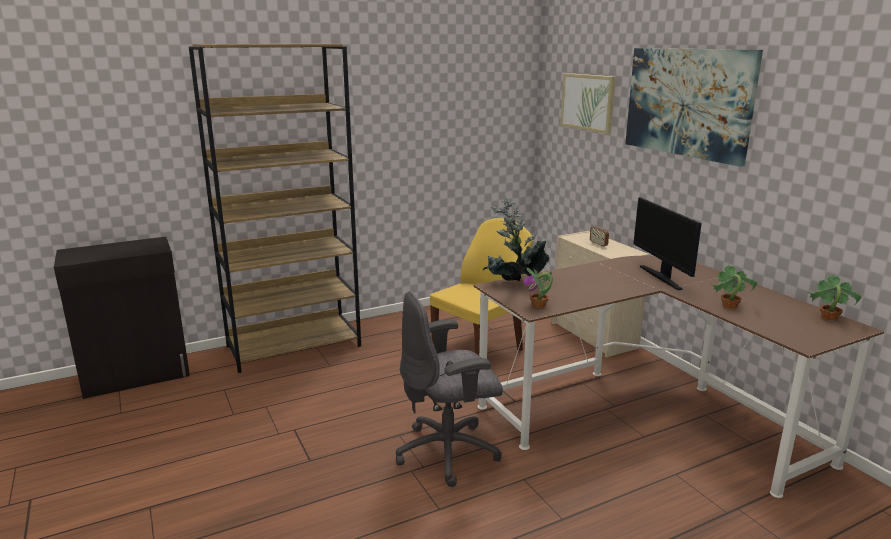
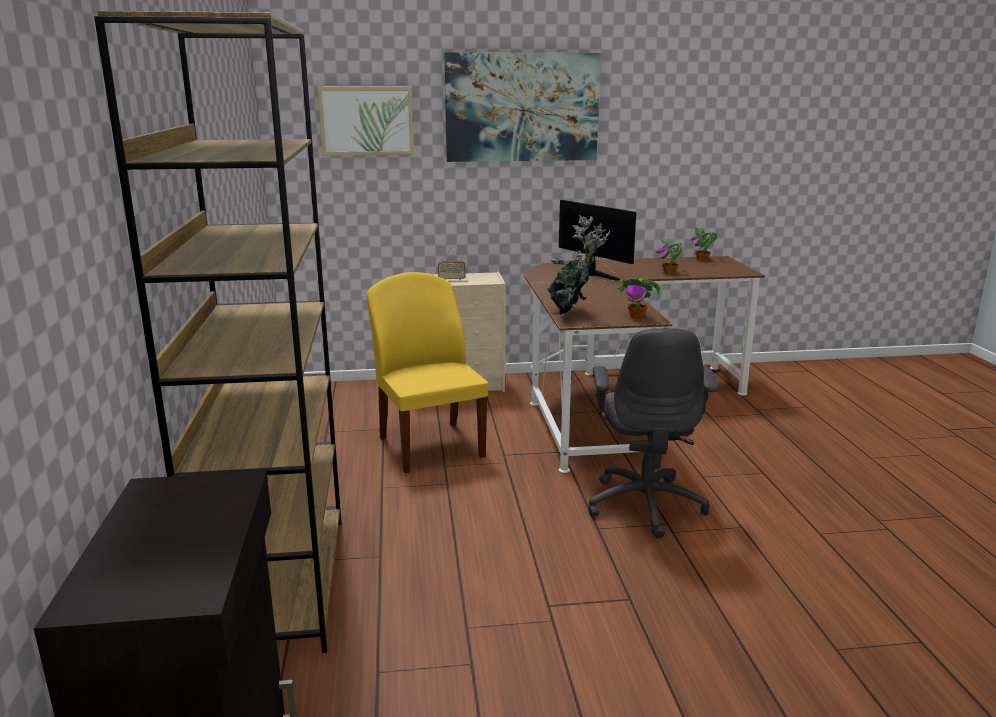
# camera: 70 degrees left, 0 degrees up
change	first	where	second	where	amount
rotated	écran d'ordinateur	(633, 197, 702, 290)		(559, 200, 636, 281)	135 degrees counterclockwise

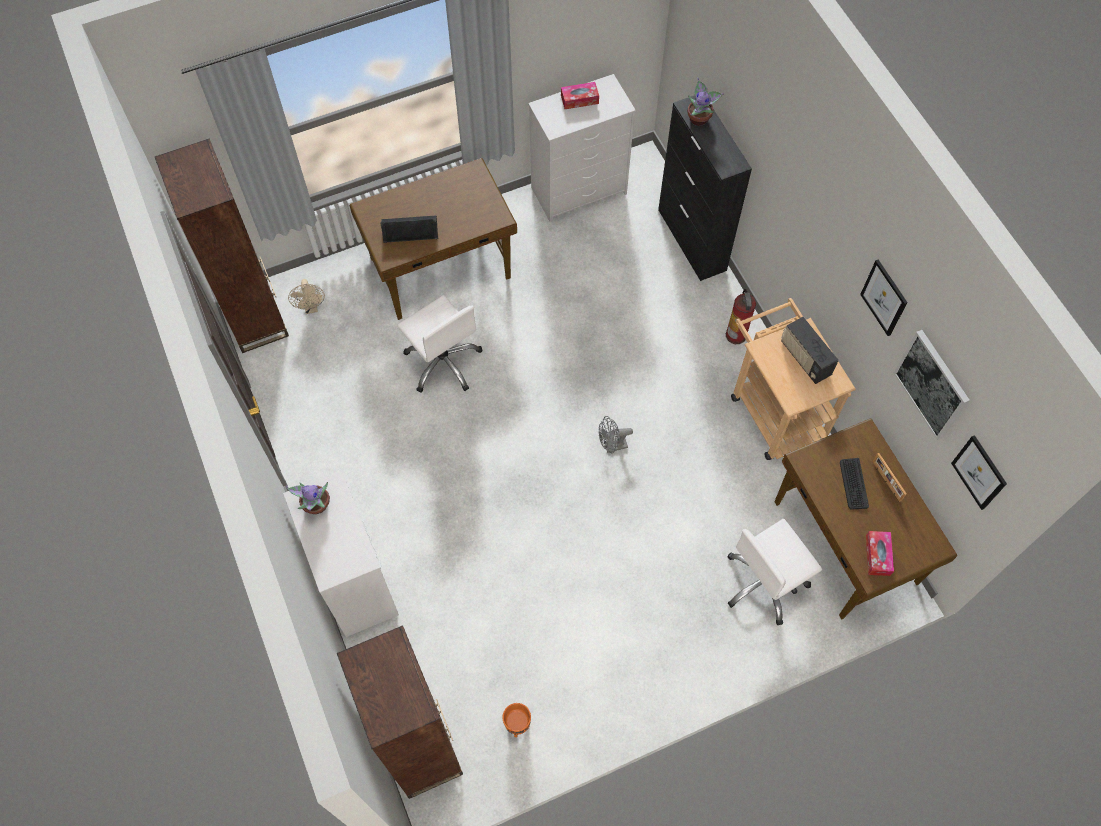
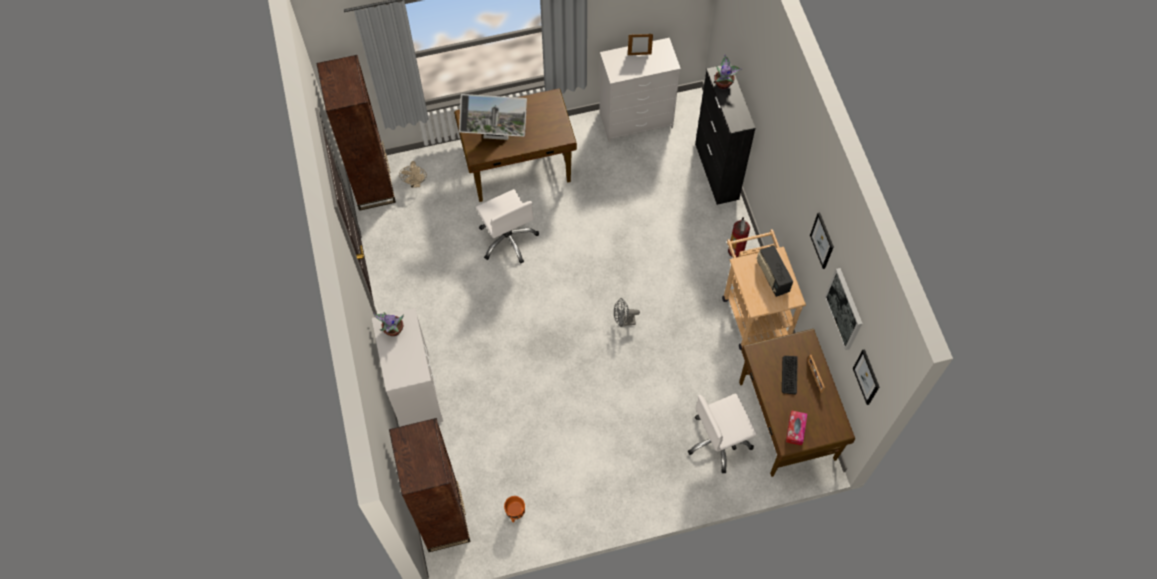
# camera: 10 degrees right, 0 degrees up
change	first	where	second	where	amount
swapped	boîte à mouchoirs	(561, 82, 599, 109)	cadre photo	(628, 34, 653, 55)	
swapped	enceinte [noir]	(380, 215, 438, 243)	écran d'ordinateur	(459, 94, 527, 140)	

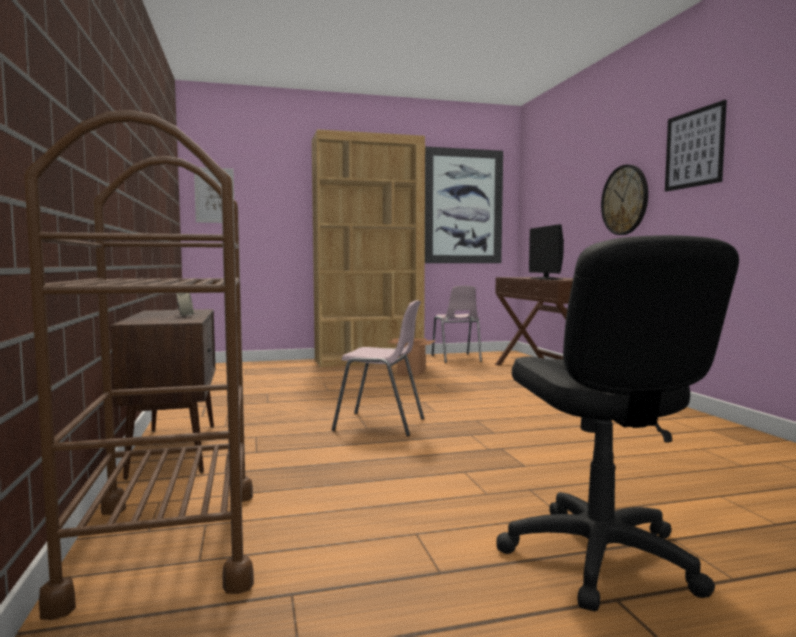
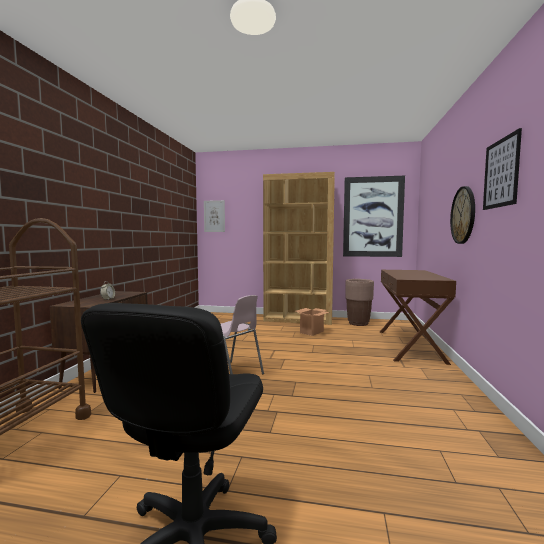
# camera: 25 degrees right, 0 degrees up
change	first	where	second	where	amount
gone	écran d'ordinateur	(529, 224, 564, 280)			
swapped	chaise [rose]	(432, 286, 482, 363)	cache-pot [marron]	(345, 279, 374, 326)	

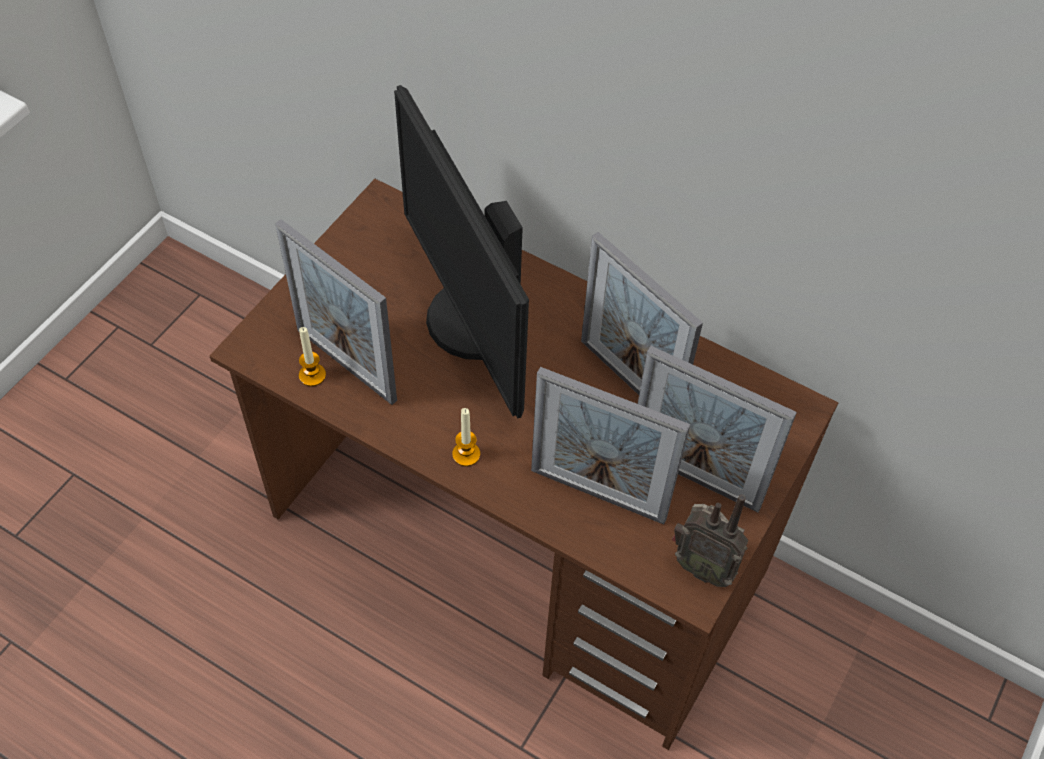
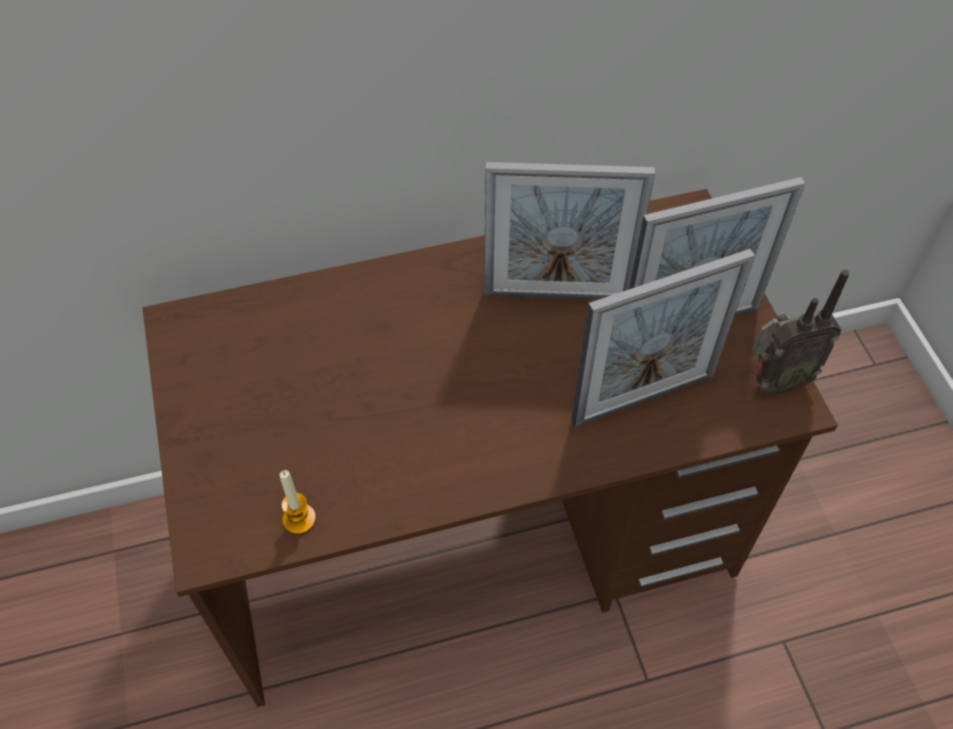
# camera: 45 degrees left, 0 degrees up
change	first	where	second	where	amount
gone	écran d'ordinateur	(394, 85, 529, 418)			
gone	cadre photo	(275, 219, 397, 405)			
gone	bougie	(452, 408, 480, 466)			

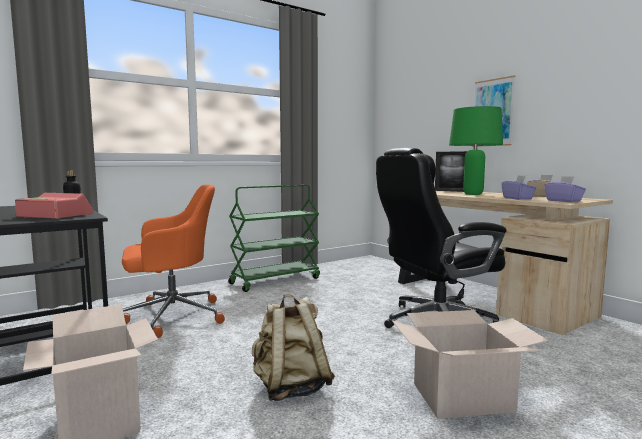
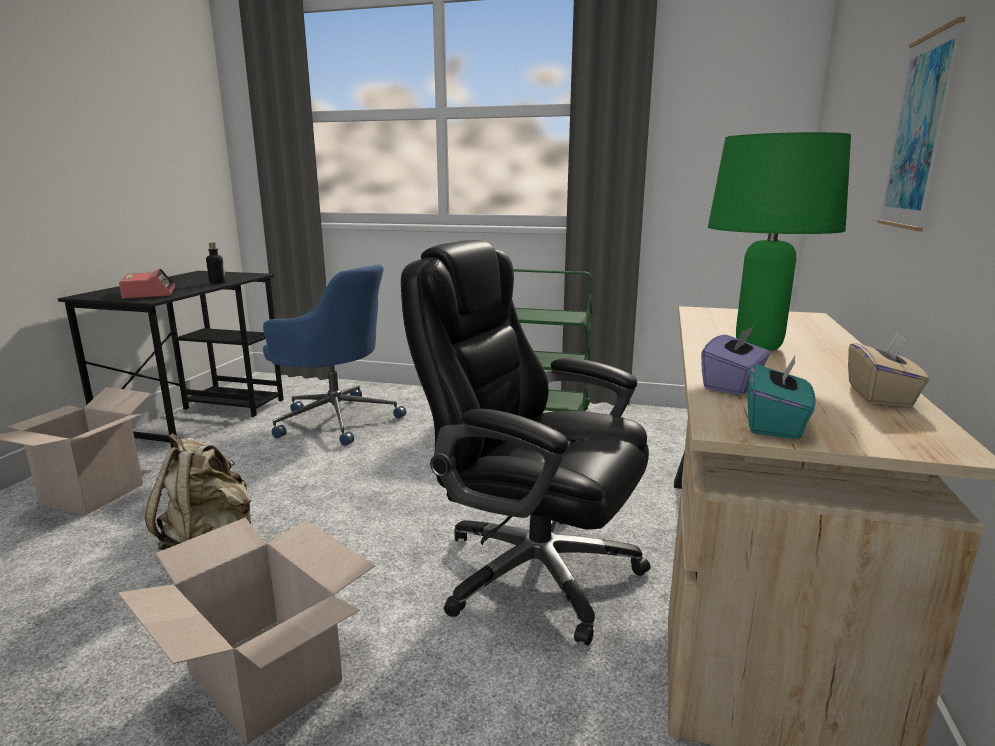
# camera: 50 degrees right, 10 degrees up
change	first	where	second	where	amount
gone	cadre photo	(435, 151, 467, 192)			
repainted	boîte à mouchoirs [violet]	(544, 176, 586, 202)	boîte à mouchoirs [turquoise]	(748, 354, 816, 439)	
repainted	chaise de bureau [orange]	(122, 184, 225, 338)	chaise de bureau [bleu]	(263, 264, 406, 446)	

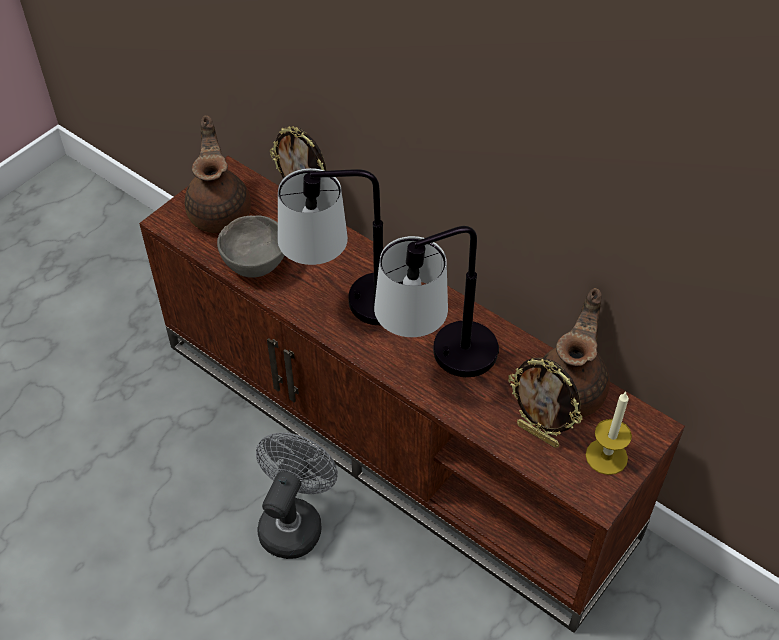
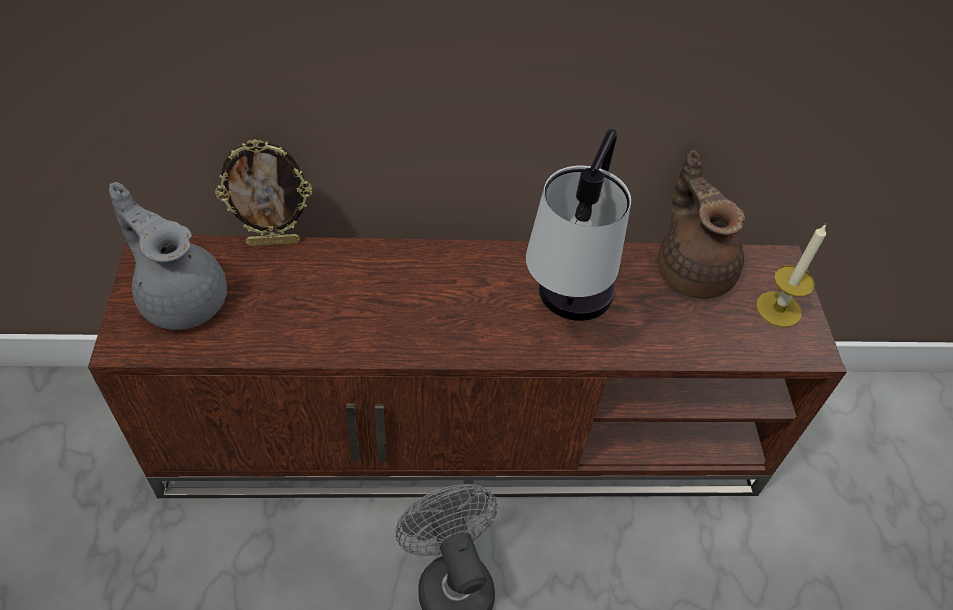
# camera: 45 degrees left, 0 degrees up
change	first	where	second	where	amount
repainted	théière [marron]	(185, 116, 251, 233)	théière [gris]	(109, 182, 227, 330)	
gone	lampe de table	(278, 168, 403, 325)			
gone	bol [gris]	(217, 215, 285, 278)			
gone	cadre photo	(508, 358, 582, 448)			

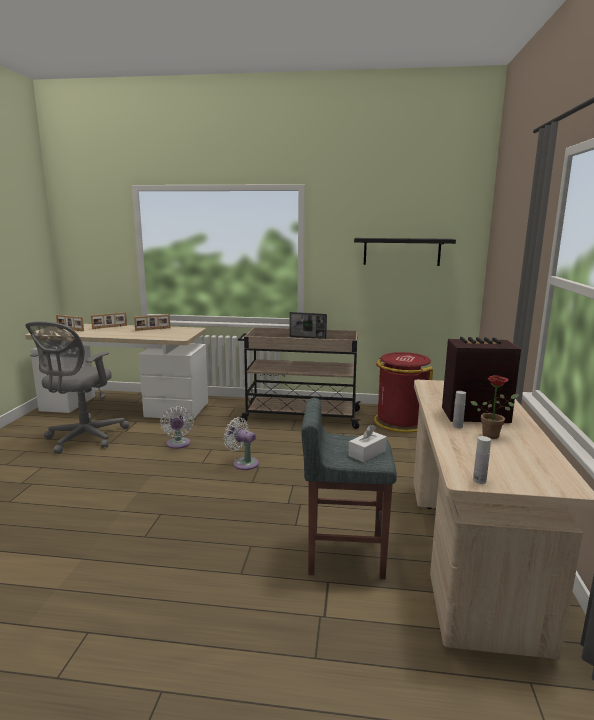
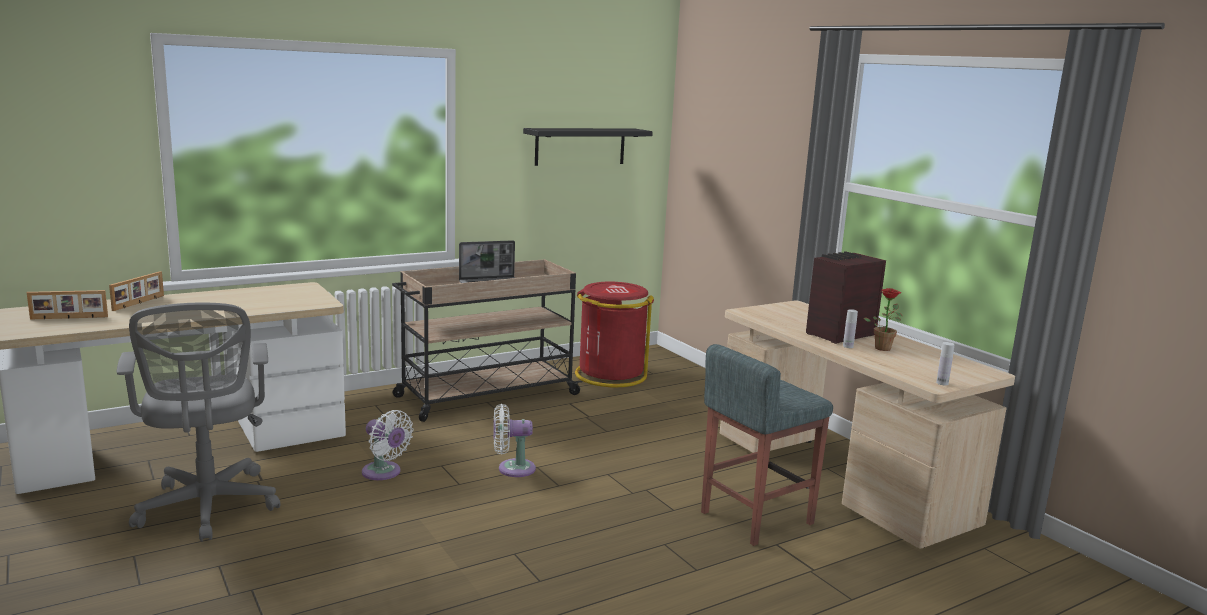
# camera: 40 degrees left, 0 degrees up
change	first	where	second	where	amount
gone	cadre photo	(134, 315, 170, 331)			
gone	boîte à mouchoirs [blanc]	(348, 425, 387, 462)			

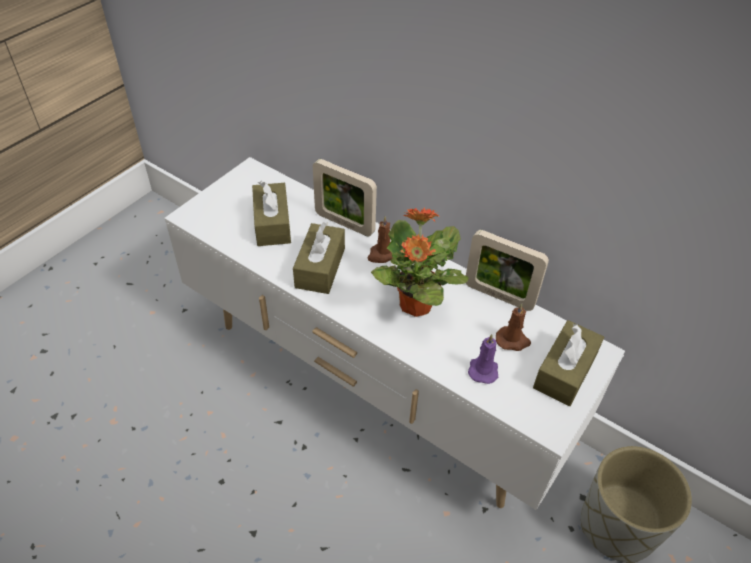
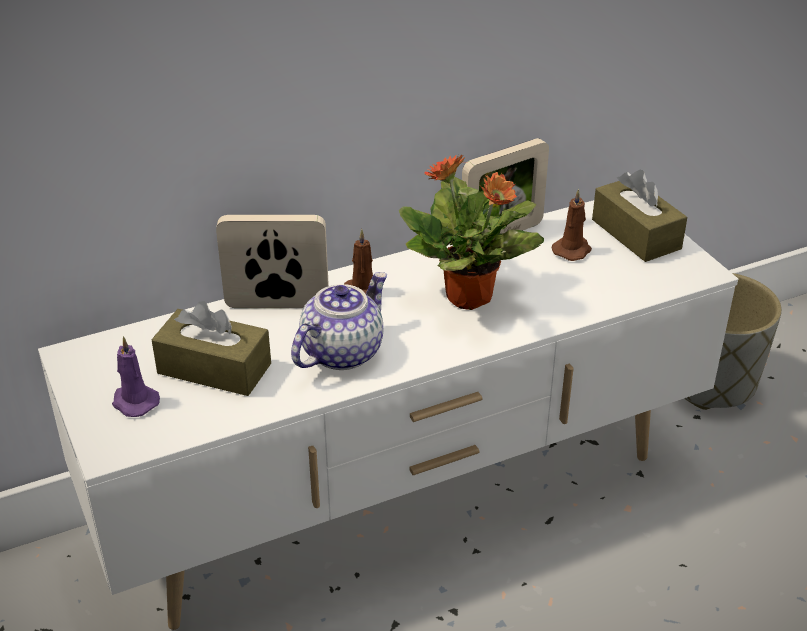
# camera: 60 degrees left, 10 degrees down
change	first	where	second	where	amount
rotated	cadre photo	(313, 159, 377, 236)		(216, 215, 329, 308)	150 degrees counterclockwise
swapped	boîte à mouchoirs [marron]	(293, 222, 345, 294)	théière	(291, 272, 387, 370)	
shifted	bougie [violet]	(468, 334, 498, 384)		(112, 336, 160, 417)	

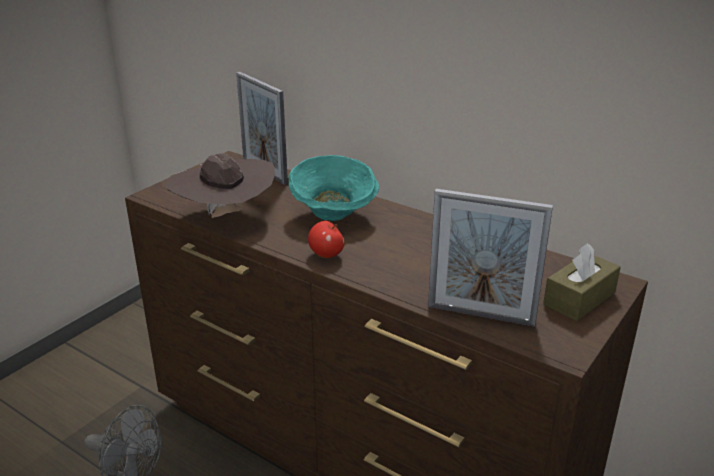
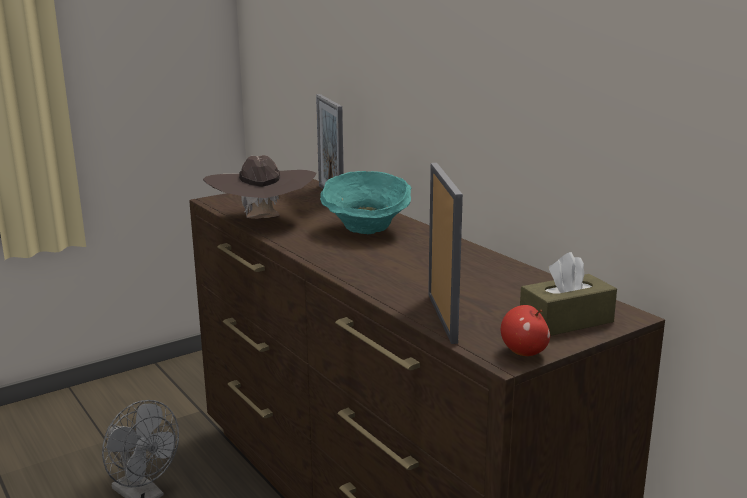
# camera: 20 degrees right, 10 degrees down
change	first	where	second	where	amount
rotated	cadre photo	(428, 189, 553, 327)		(428, 163, 463, 344)	135 degrees counterclockwise
shifted	pomme	(308, 221, 344, 258)		(501, 305, 550, 356)	

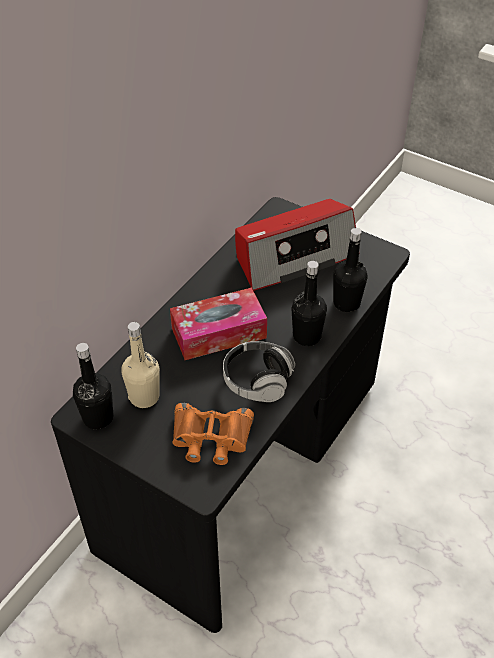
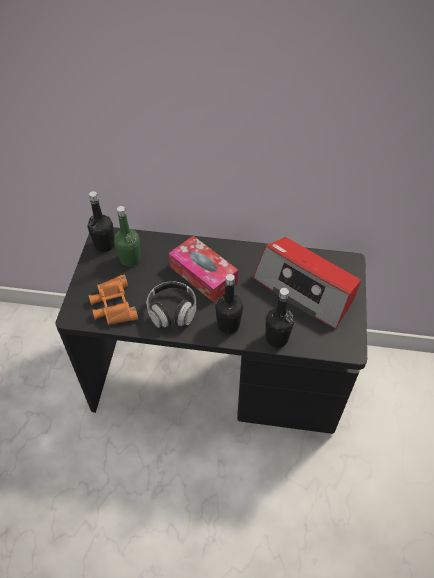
# camera: 65 degrees right, 5 degrees up
change	first	where	second	where	amount
repainted	bouteille [beige]	(121, 322, 160, 408)	bouteille [vert]	(114, 206, 141, 267)	

